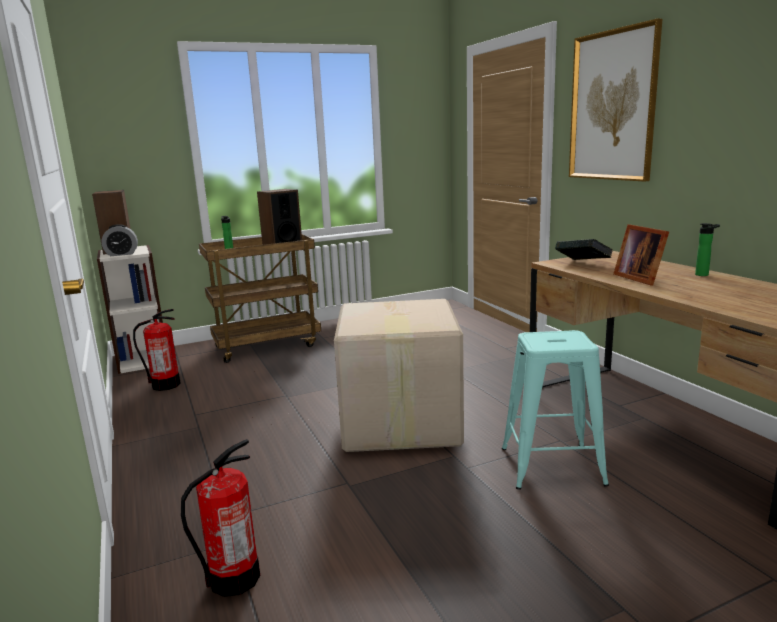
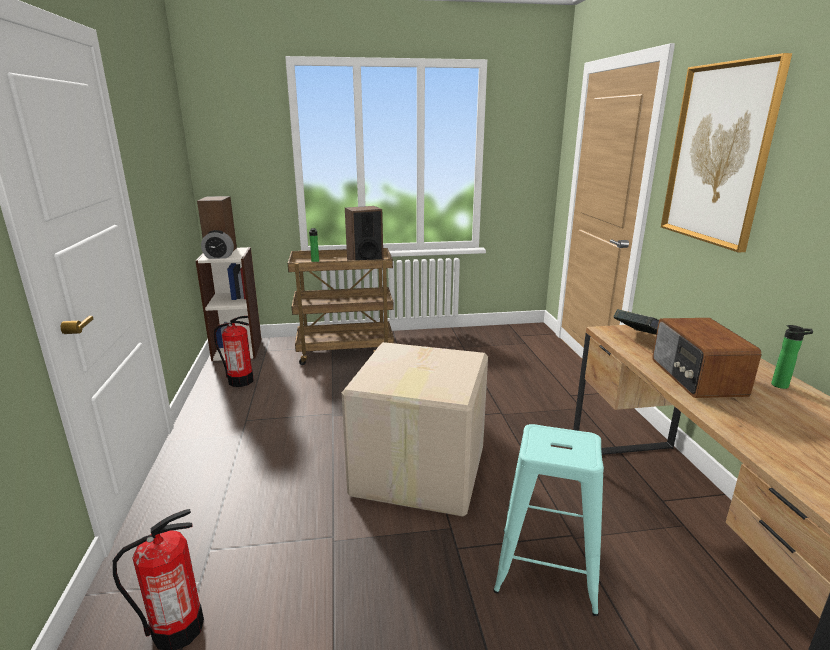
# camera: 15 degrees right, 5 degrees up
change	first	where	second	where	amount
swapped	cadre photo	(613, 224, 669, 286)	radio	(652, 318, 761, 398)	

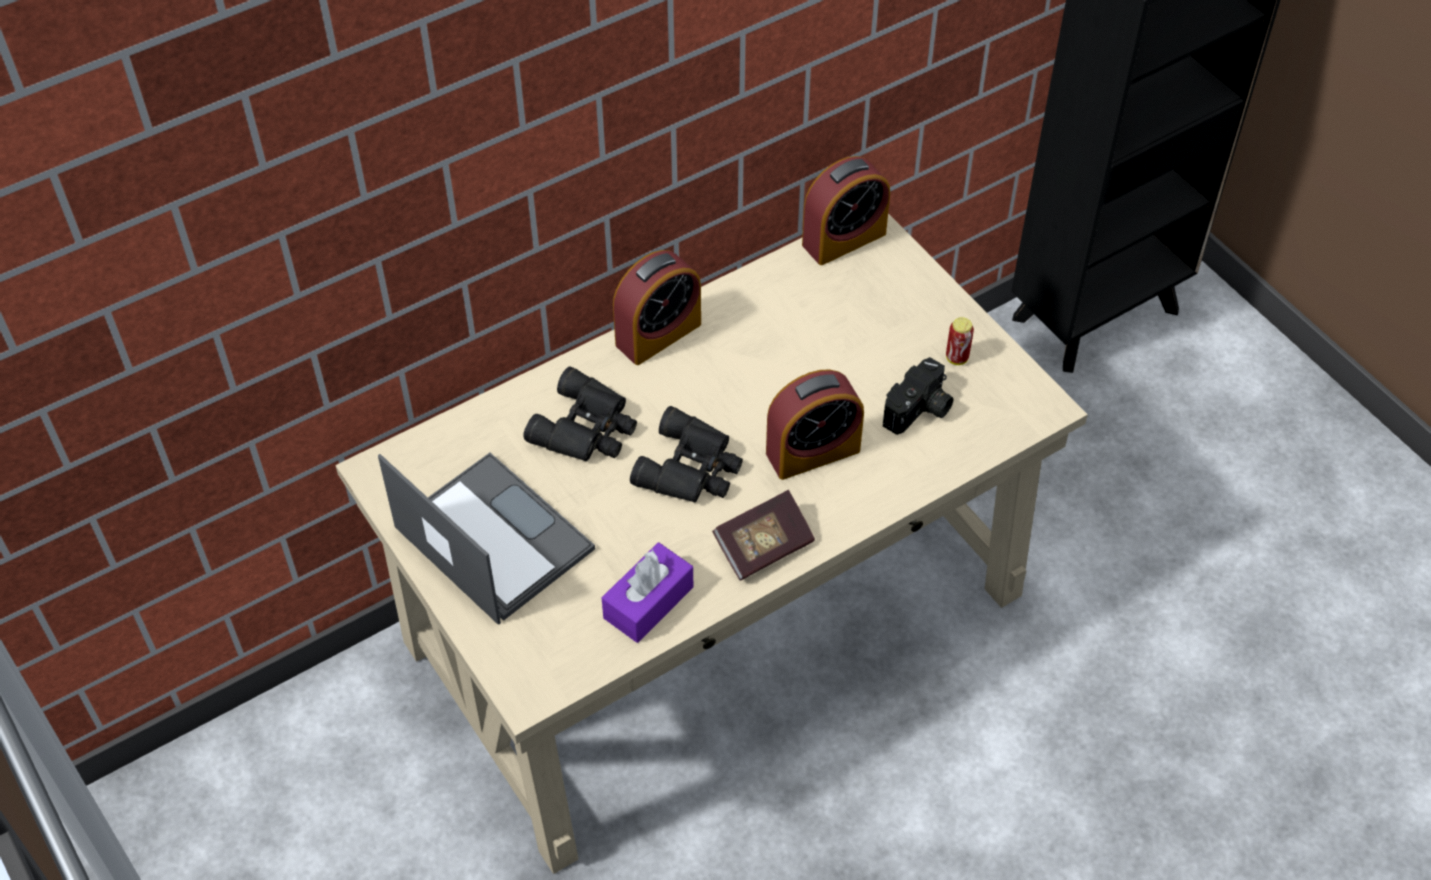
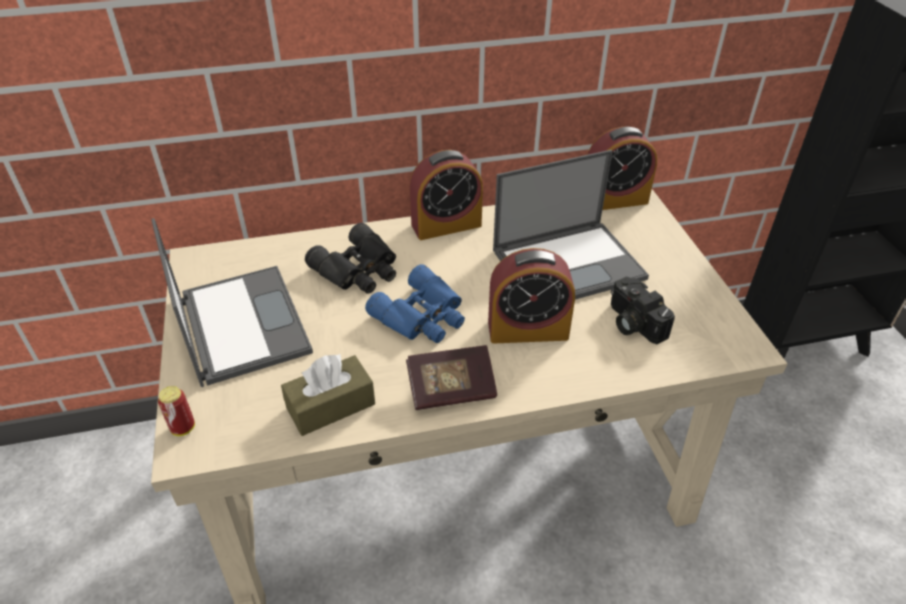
# camera: 20 degrees right, 10 degrees down
change	first	where	second	where	amount
shifted	boîte métallique	(946, 317, 974, 365)		(158, 386, 195, 436)	
rotated	appareil photo	(883, 357, 954, 435)		(611, 276, 675, 345)	90 degrees clockwise
repainted	jumelles [noir]	(630, 406, 743, 503)	jumelles [bleu]	(365, 264, 465, 343)	
repainted	boîte à mouchoirs [violet]	(602, 543, 693, 643)	boîte à mouchoirs [marron]	(281, 354, 375, 436)	
new			ordinateur portable	(493, 150, 649, 299)	

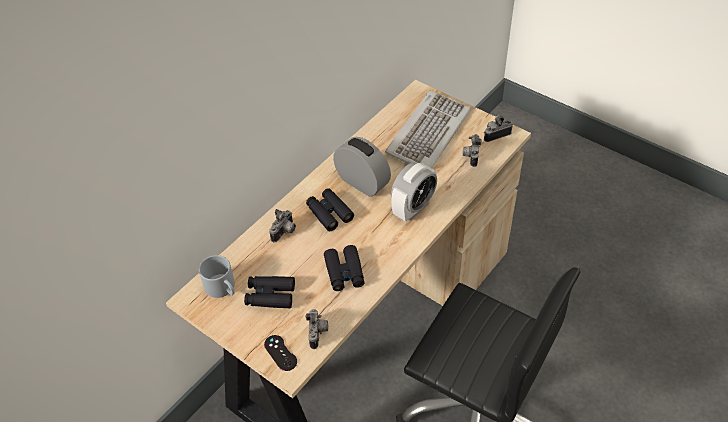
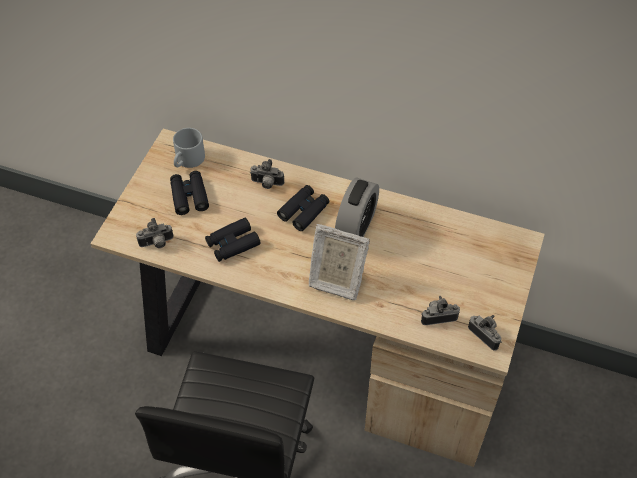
# camera: 70 degrees right, 5 degrees up
change	first	where	second	where	amount
gone	clavier	(385, 90, 471, 168)			
swapped	réveil	(391, 162, 437, 222)	cadre photo	(309, 224, 370, 300)	
gone	manette [noir]	(264, 335, 297, 371)			

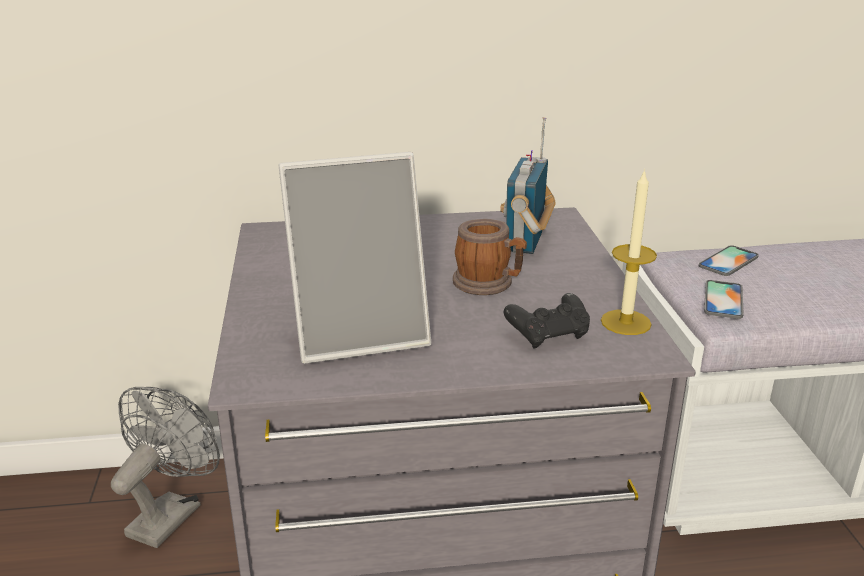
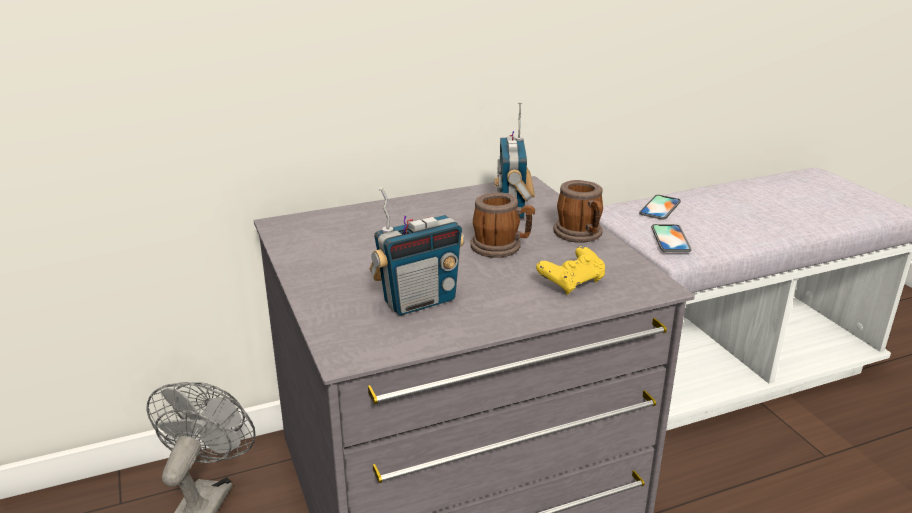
# camera: 15 degrees left, 0 degrees up
change	first	where	second	where	amount
swapped	cadre photo	(279, 152, 431, 364)	radio	(370, 187, 465, 315)	
gone	bougie	(601, 169, 657, 335)			
repainted	manette [noir]	(504, 293, 590, 349)	manette [jaune]	(536, 246, 605, 295)	
new			mug	(553, 180, 603, 243)	

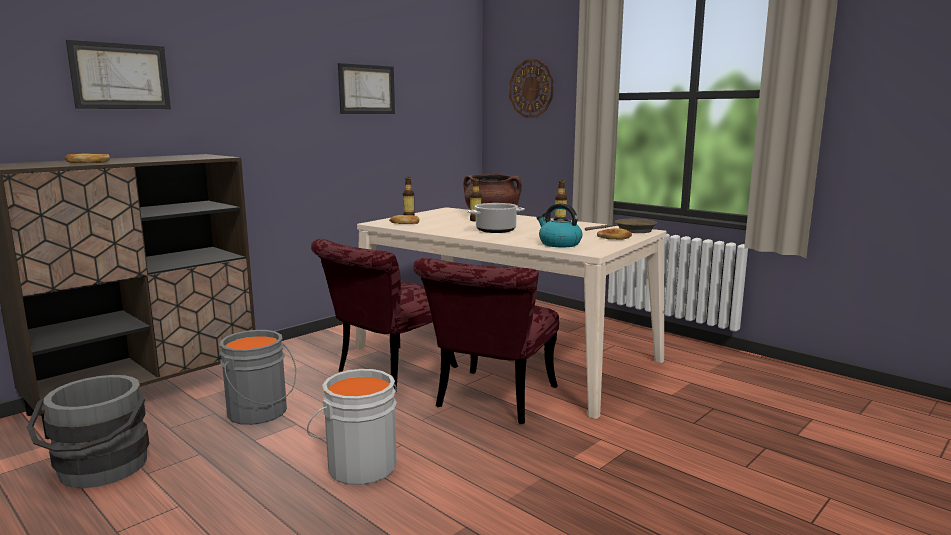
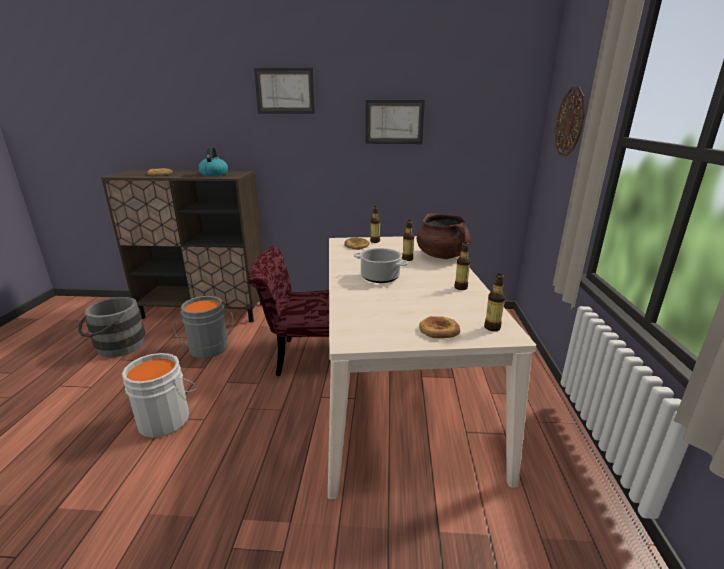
# camera: 50 degrees right, 10 degrees up
change	first	where	second	where	amount
shifted	tableau	(66, 40, 171, 109)		(254, 68, 315, 114)	
shifted	bouilloire	(537, 203, 582, 247)		(198, 147, 228, 176)	
swapped	poêle [marron]	(585, 219, 657, 233)	bouteille	(484, 274, 505, 331)	
gone	chaise [rouge]	(413, 258, 559, 424)			

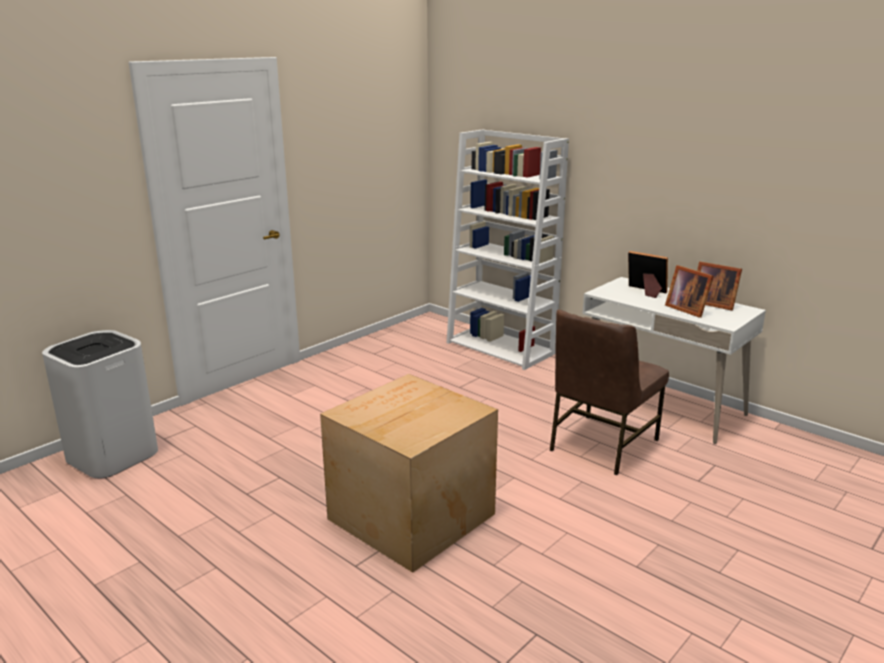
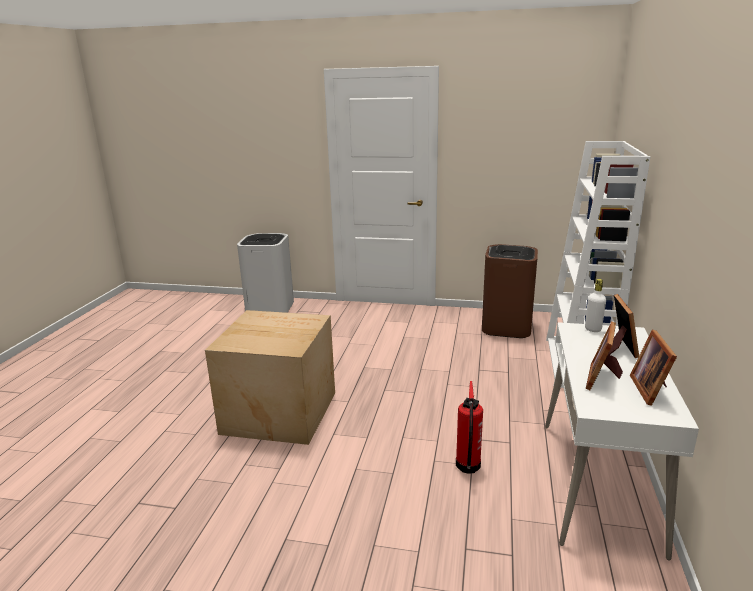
# camera: 60 degrees right, 0 degrees up
change	first	where	second	where	amount
swapped	chaise [marron]	(550, 310, 669, 475)	extincteur	(456, 381, 483, 474)	
new			poubelle [marron]	(482, 244, 538, 338)	
new			bouteille [blanc]	(585, 279, 606, 332)	

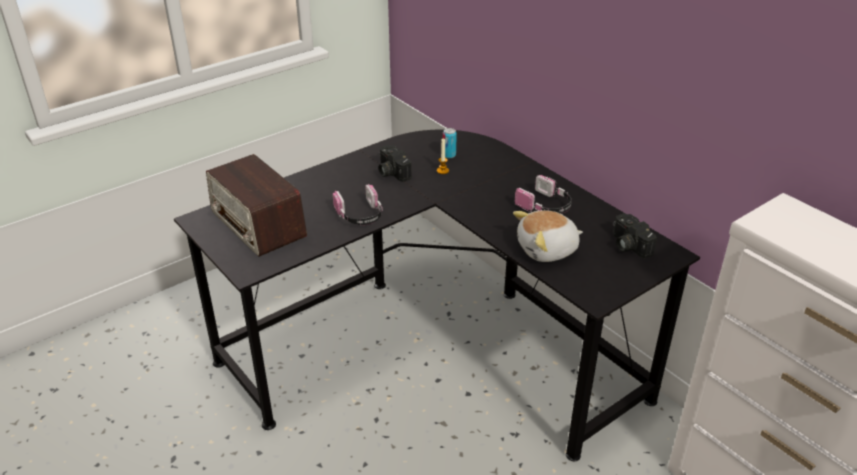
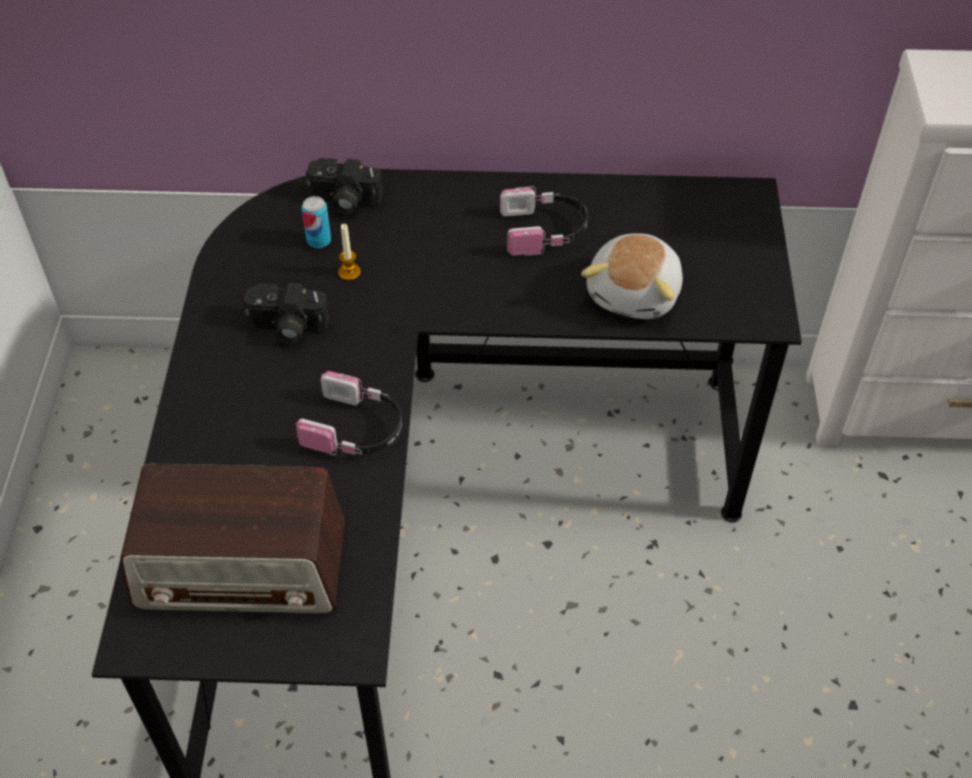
# camera: 50 degrees left, 15 degrees up
change	first	where	second	where	amount
shifted	appareil photo	(613, 213, 657, 258)		(306, 158, 383, 215)	

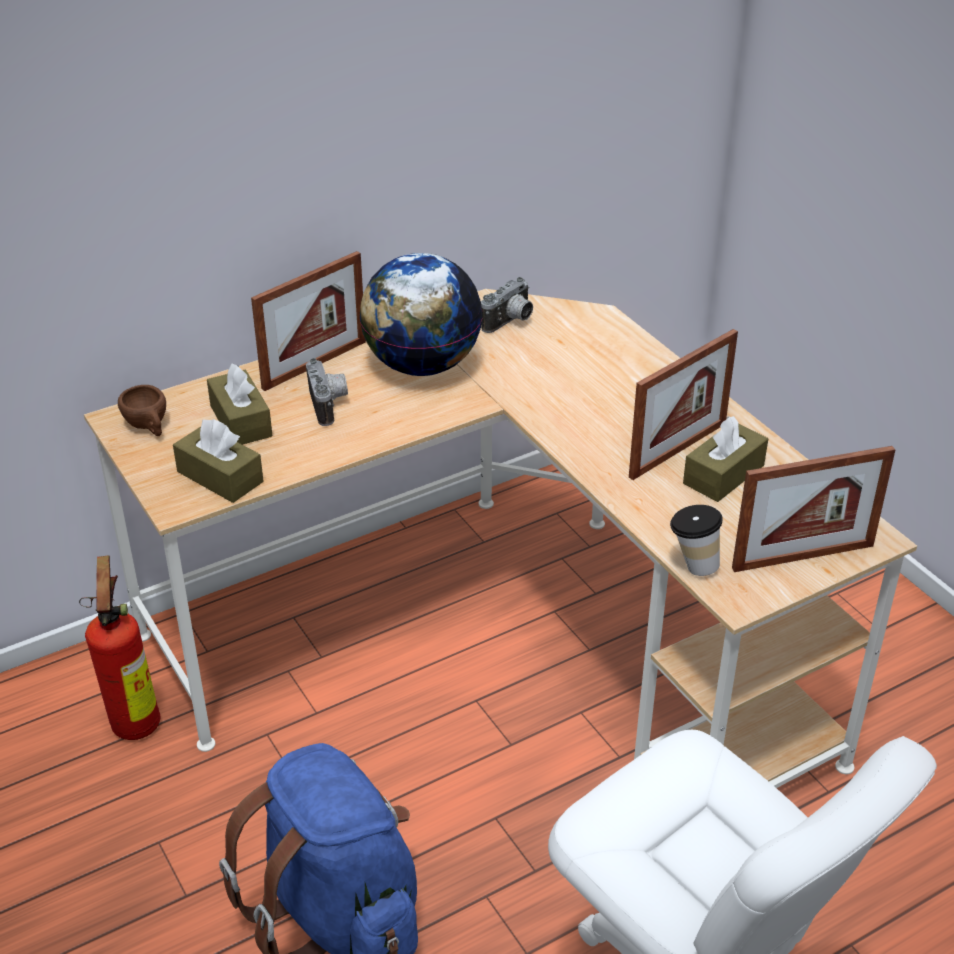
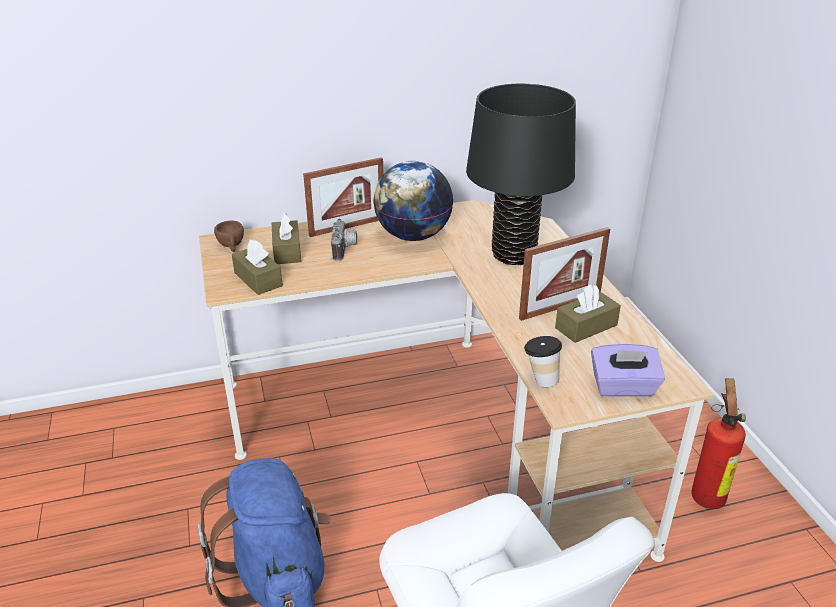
# camera: 15 degrees right, 5 degrees down
change	first	where	second	where	amount
gone	appareil photo	(481, 277, 533, 333)			
swapped	cadre photo	(732, 446, 895, 572)	boîte à mouchoirs [violet]	(591, 344, 665, 397)	
shifted	extincteur	(79, 555, 160, 740)		(691, 378, 746, 509)	
new			lampe de table [noir]	(466, 84, 576, 265)	

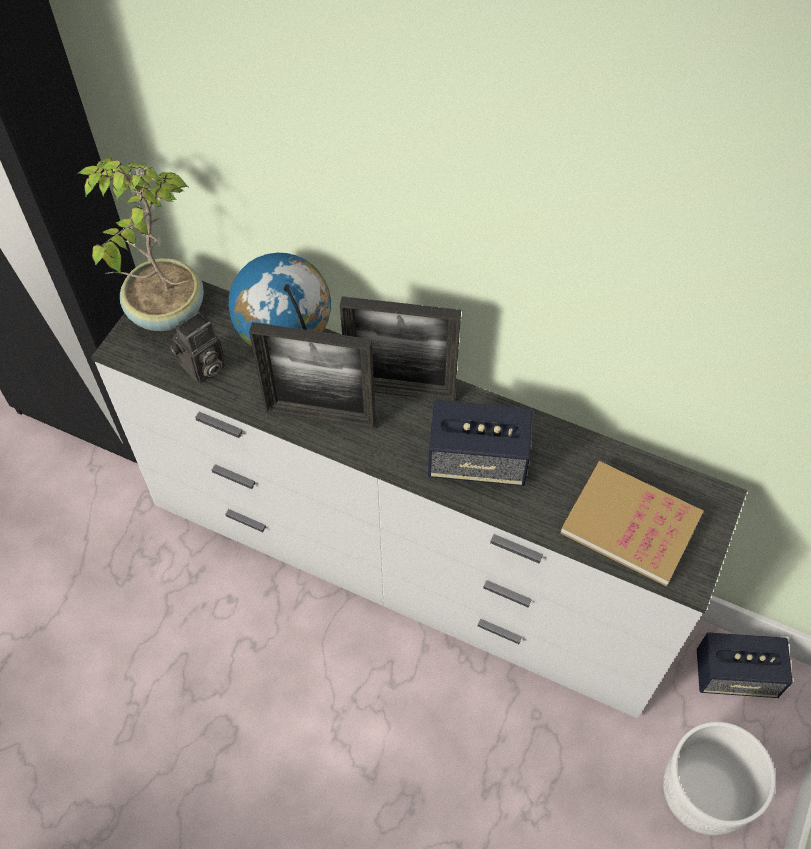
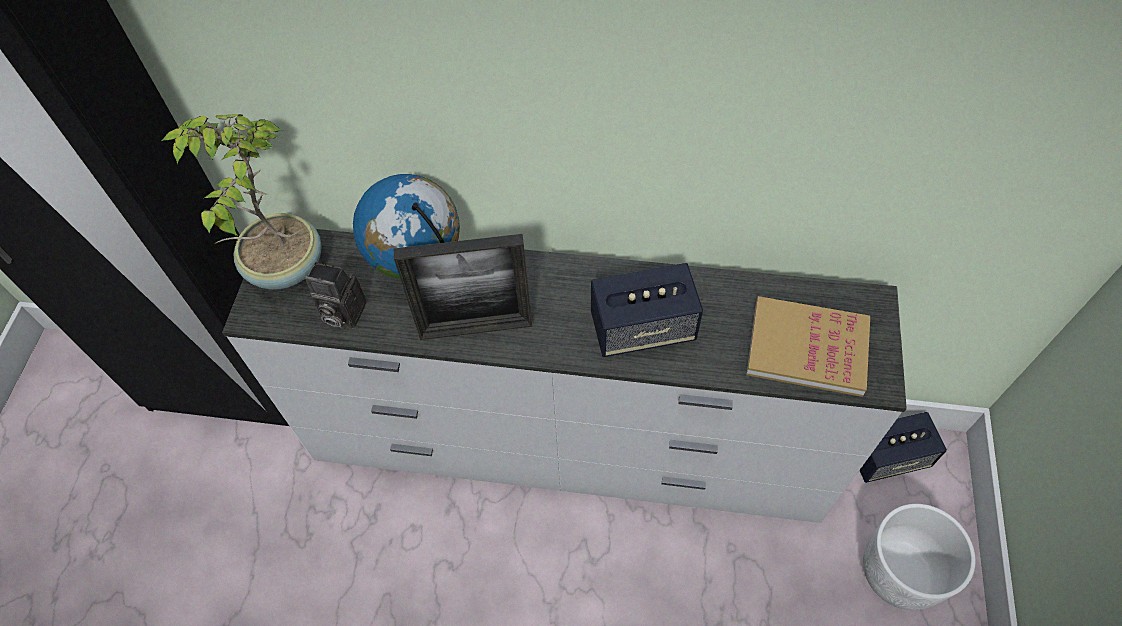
# camera: 15 degrees left, 0 degrees up
change	first	where	second	where	amount
gone	cadre photo	(340, 296, 461, 402)			
rotated	appareil photo	(170, 312, 225, 384)		(305, 262, 366, 329)	75 degrees clockwise

